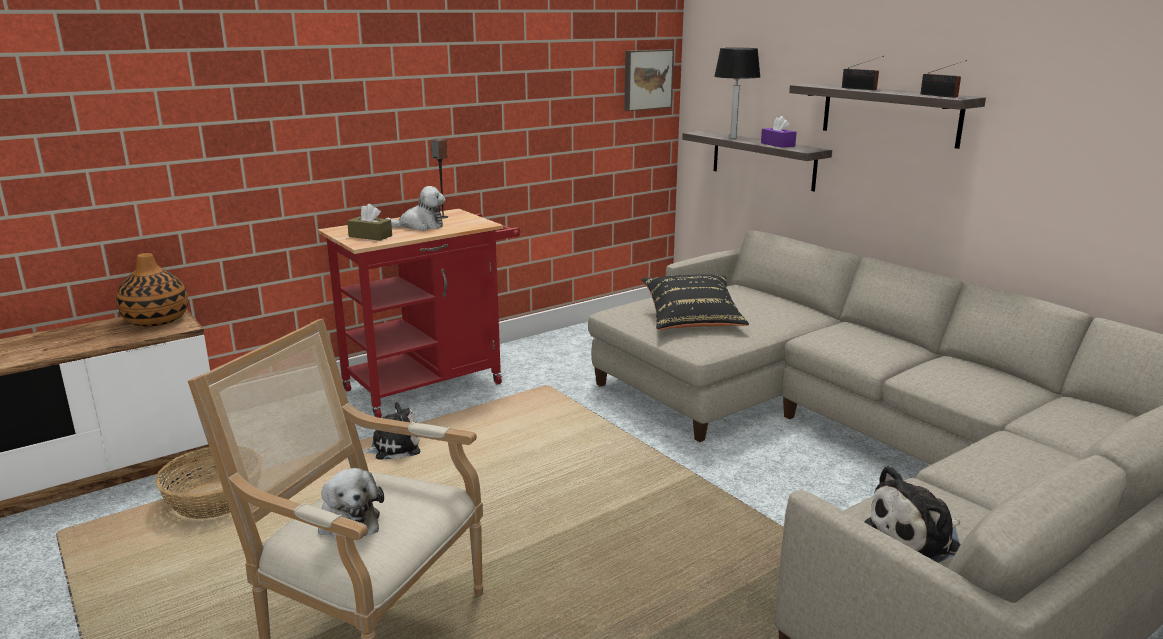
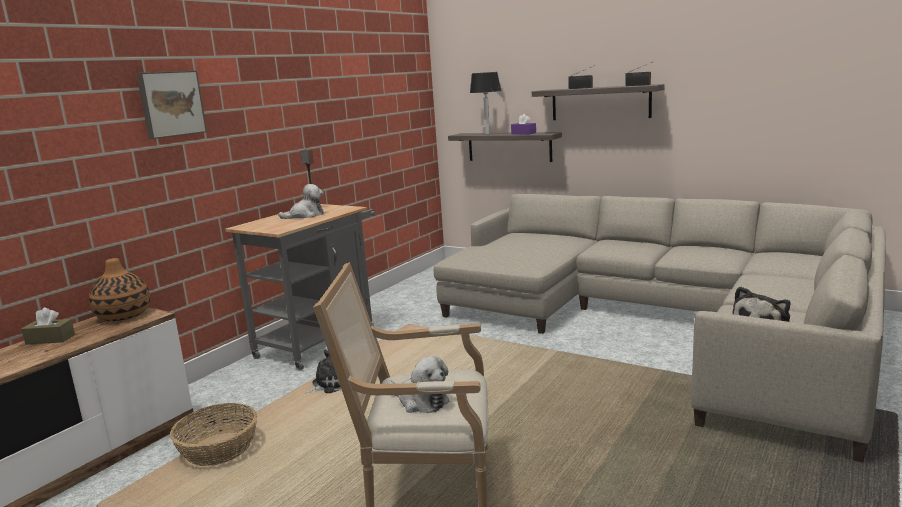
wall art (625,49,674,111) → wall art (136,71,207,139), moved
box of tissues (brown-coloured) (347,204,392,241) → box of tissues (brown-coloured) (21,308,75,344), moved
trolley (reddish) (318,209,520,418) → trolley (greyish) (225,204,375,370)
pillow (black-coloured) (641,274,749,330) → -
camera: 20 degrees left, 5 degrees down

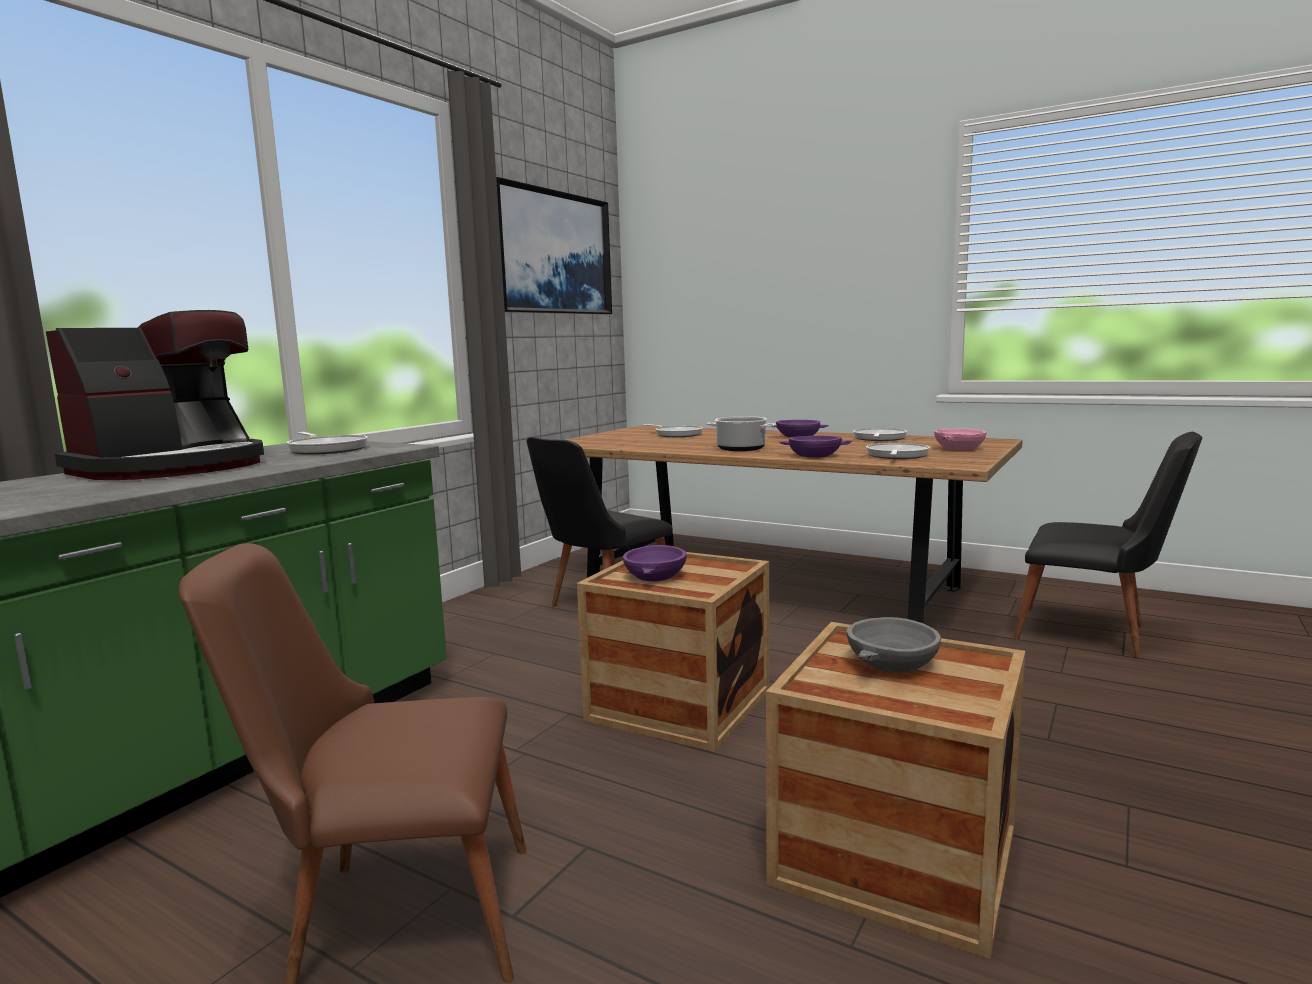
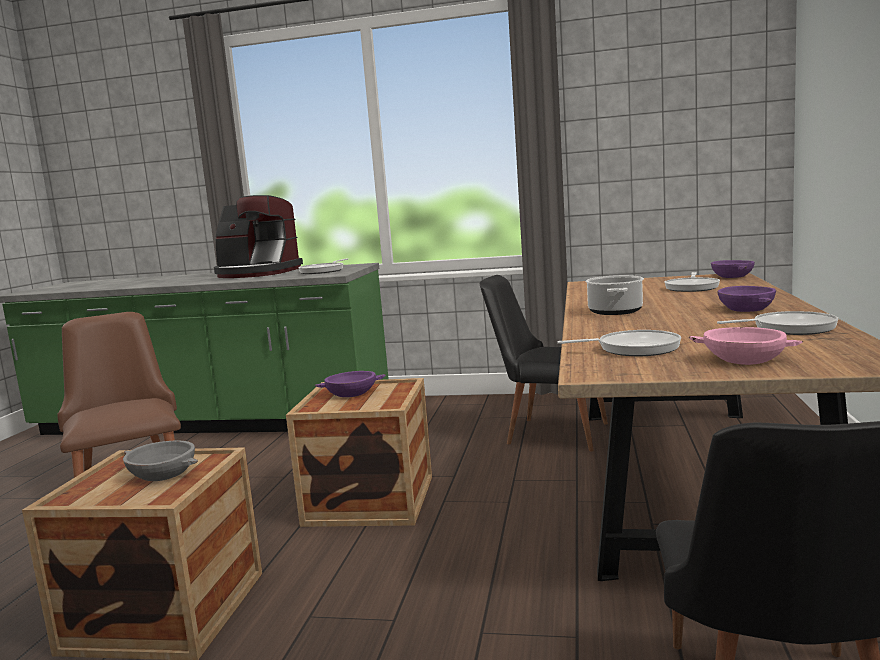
wall art (496,177,612,315) → -
bowl (purple) (779,436,852,458) → bowl (purple) (711,260,755,278), moved
camera: 70 degrees right, 0 degrees up

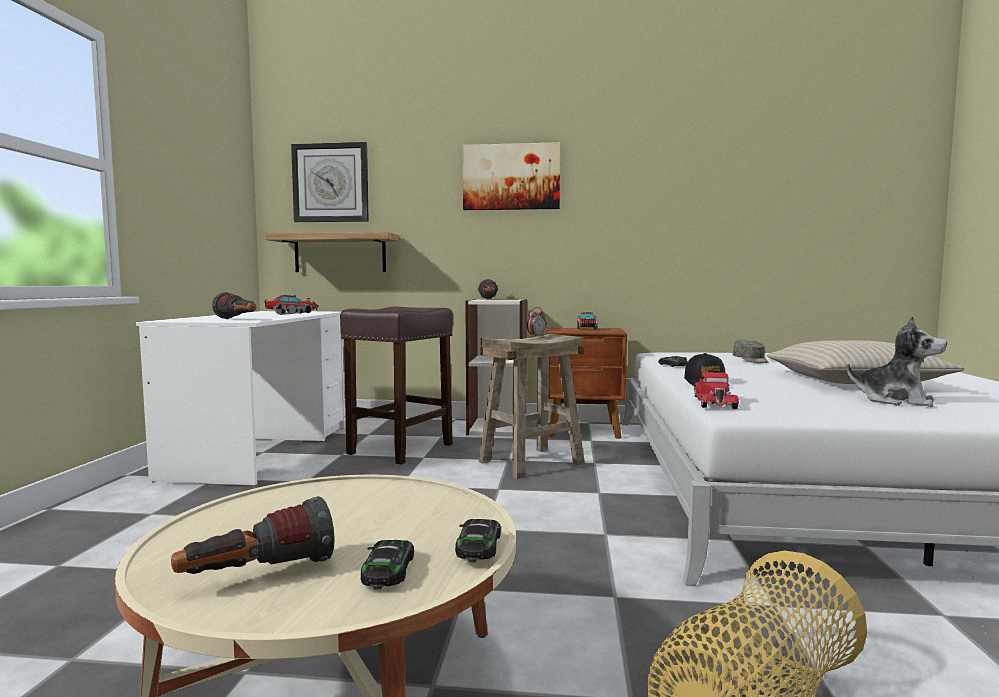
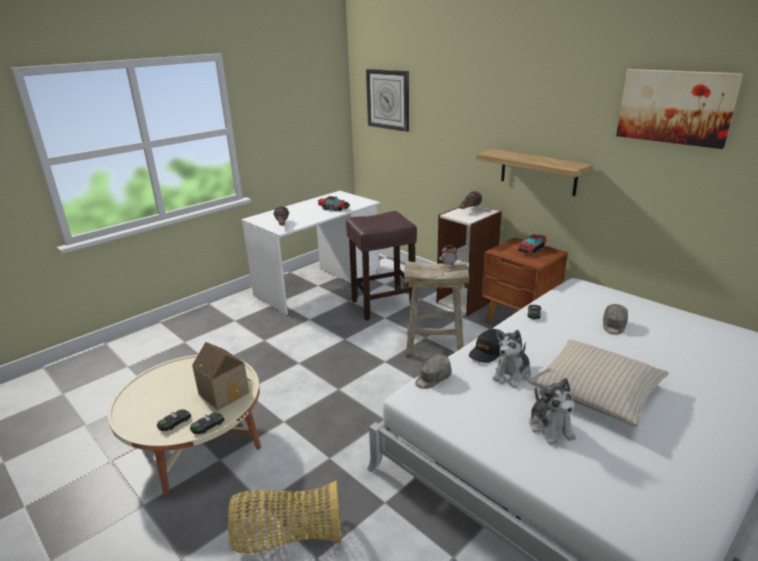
wall art (463,142,560,210) → wall art (616,69,743,149), moved
wall shelf (265,232,399,272) → wall shelf (476,149,592,196), moved
toy car (reddish) (694,372,739,409) → peaked cap (greyish) (415,354,451,389)
hand torch (171,496,335,574) → -
- → cuddly toy (493,330,531,388)
- → model house (192,342,251,410)
camera: 40 degrees right, 20 degrees up

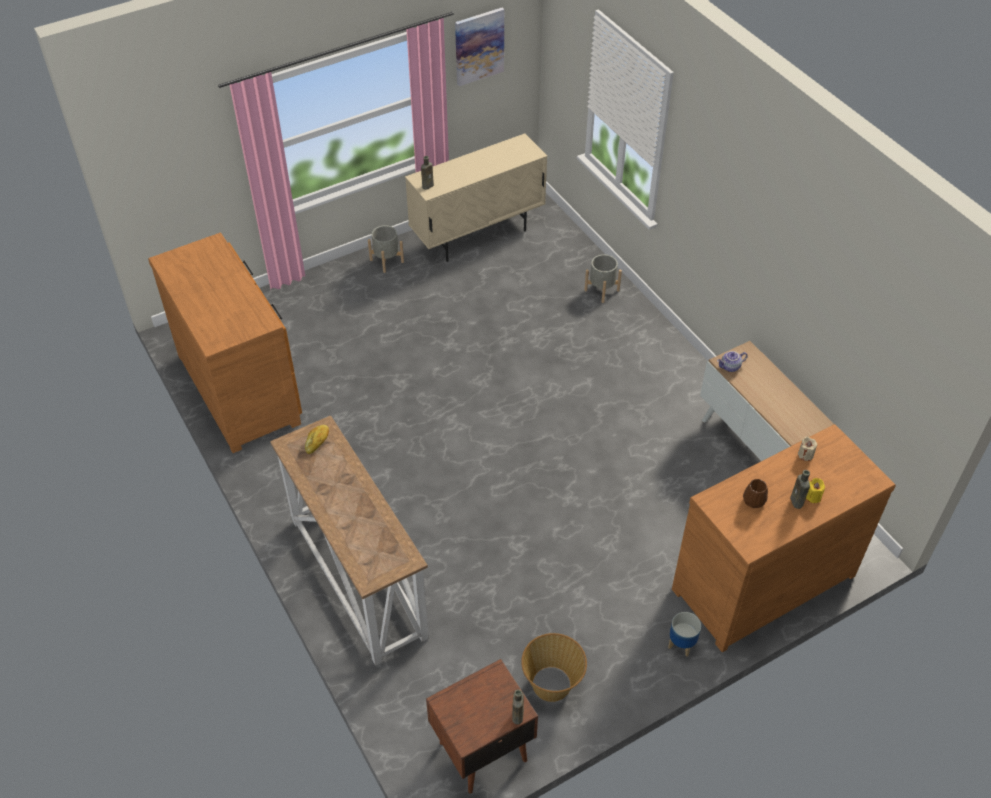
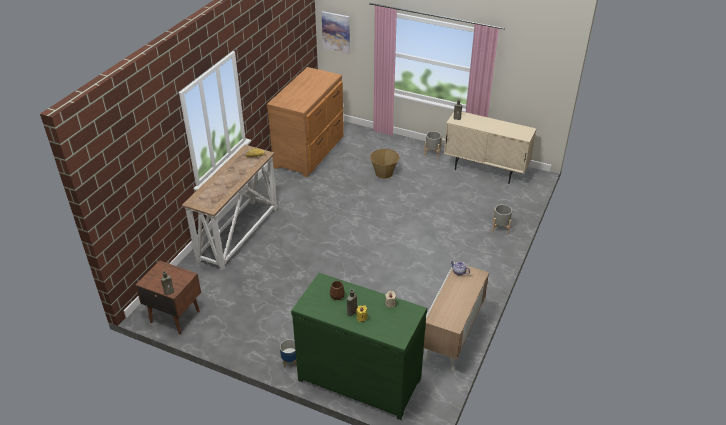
wall art (455,8,504,86) → wall art (322,11,350,54), moved
chest of drawers (brown-coloured) (672,424,896,652) → chest of drawers (green-coloured) (291,273,427,420)
storage basket (521,633,587,702) → storage basket (370,149,399,179), moved
camera: 55 degrees right, 10 degrees down

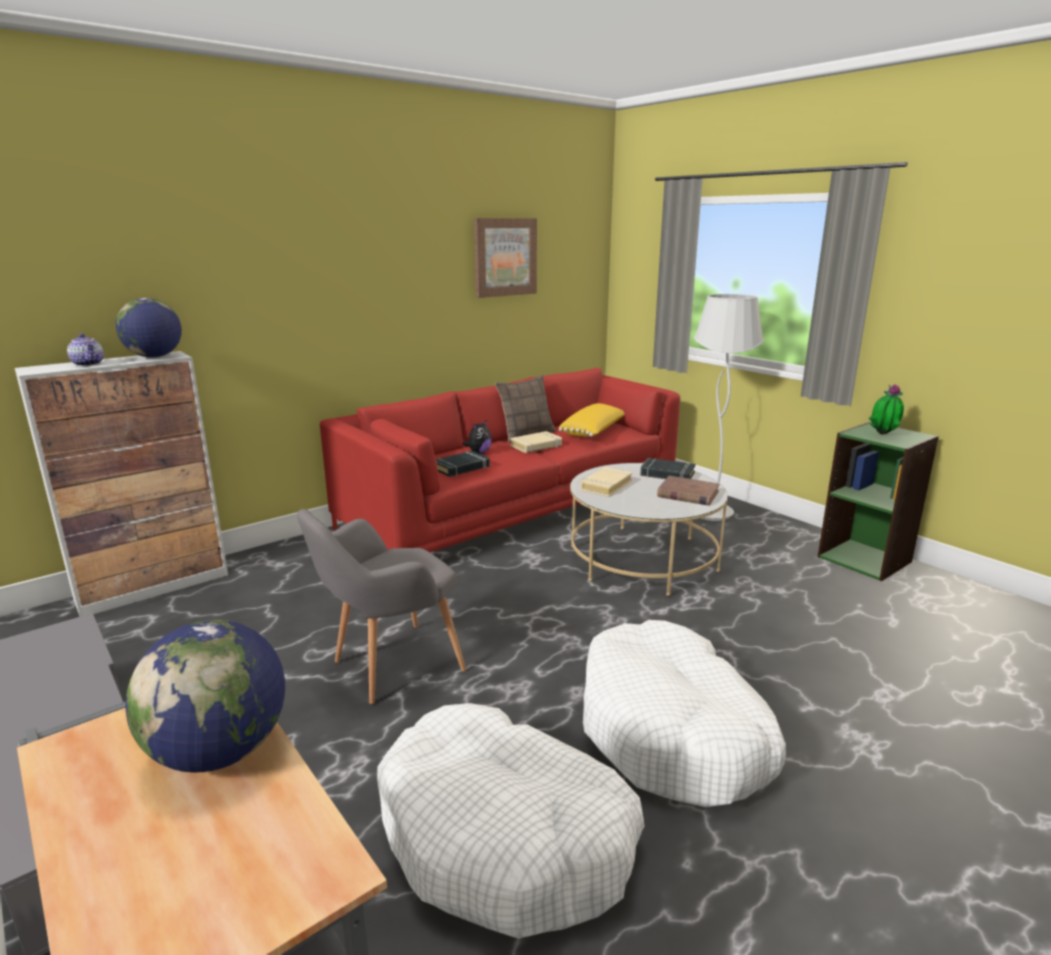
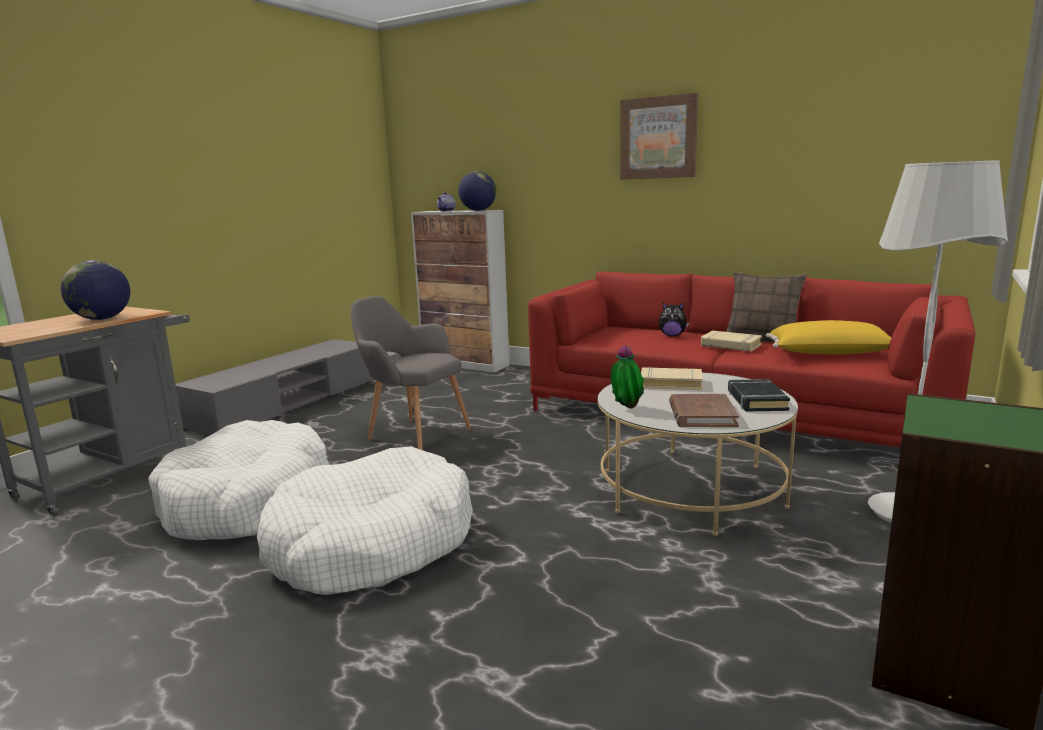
wall art (474,218,537,298) → wall art (620,93,698,180), moved
plant in a pot (869,384,904,435) → plant in a pot (611,345,644,409), moved
bound book (black-coloured) (436,451,490,477) → -
camera: 70 degrees right, 5 degrees down

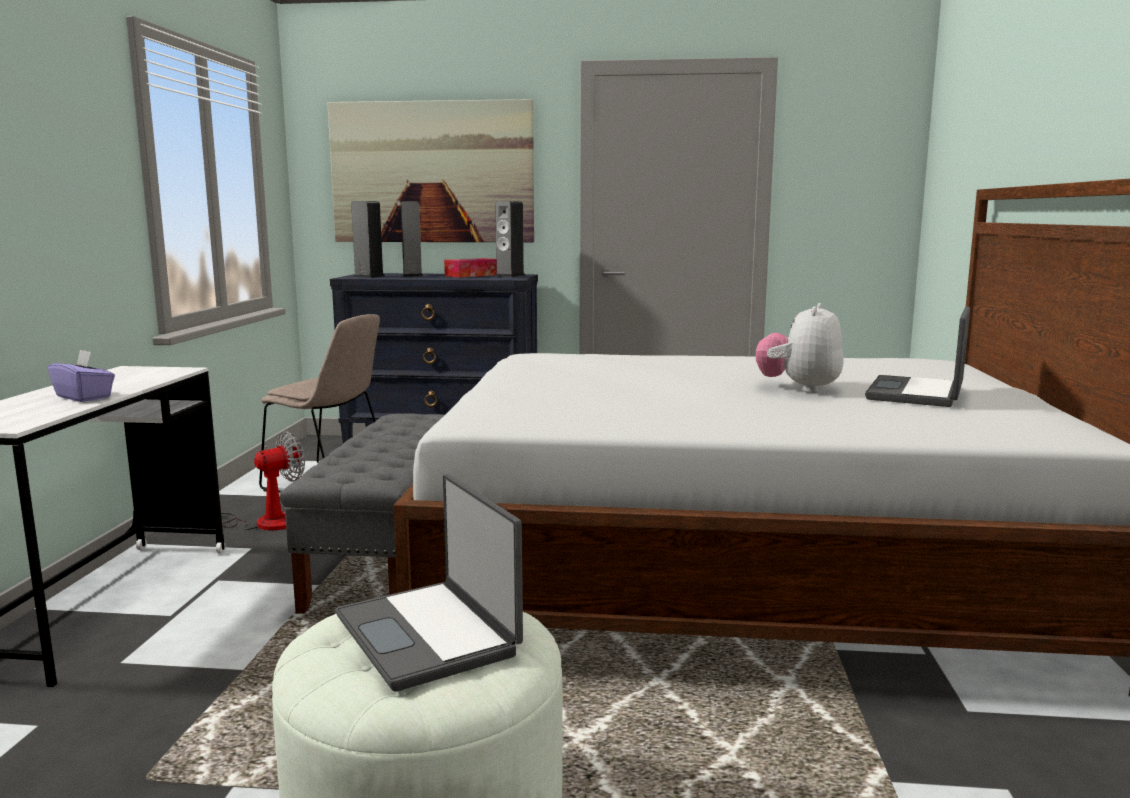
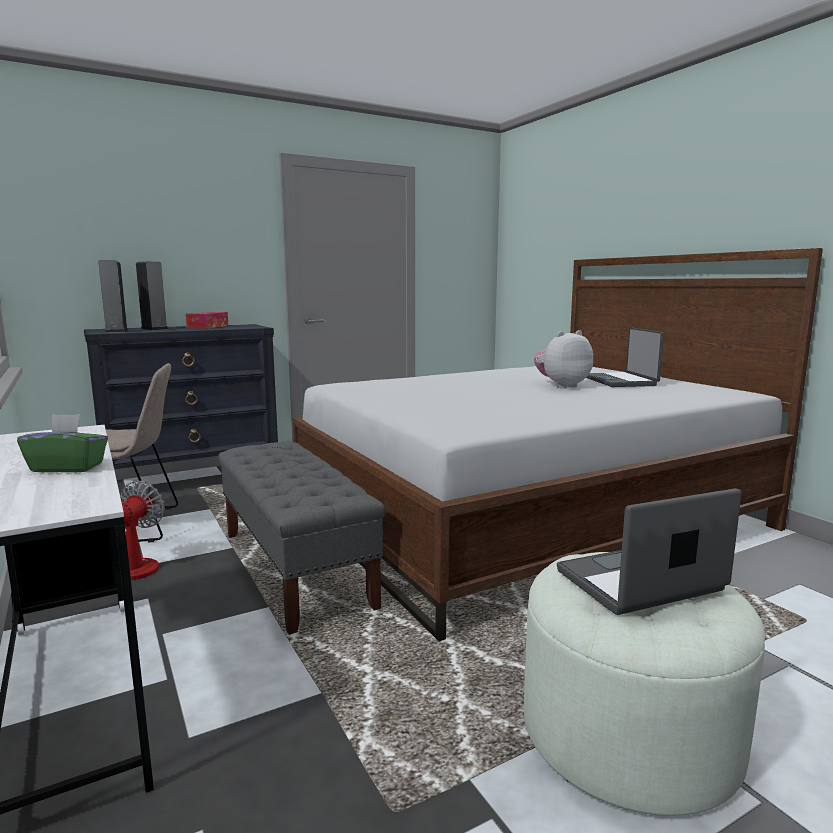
wall art (327,99,534,243) → -
speaker (495,201,526,277) → -
cuddly toy (756,303,844,393) → cuddly toy (534,330,593,388), 75 degrees clockwise
box of tissues (purple) (48,349,115,402) → box of tissues (green-coloured) (17,414,108,472)
laptop (336,474,523,692) → laptop (557,488,742,615), 135 degrees clockwise
camera: 35 degrees left, 0 degrees up

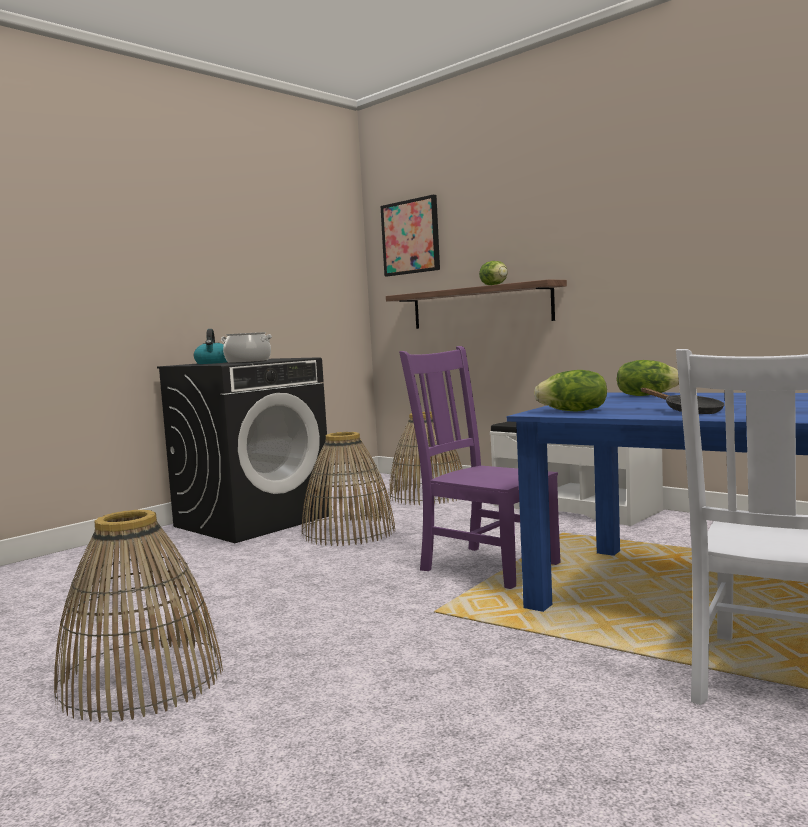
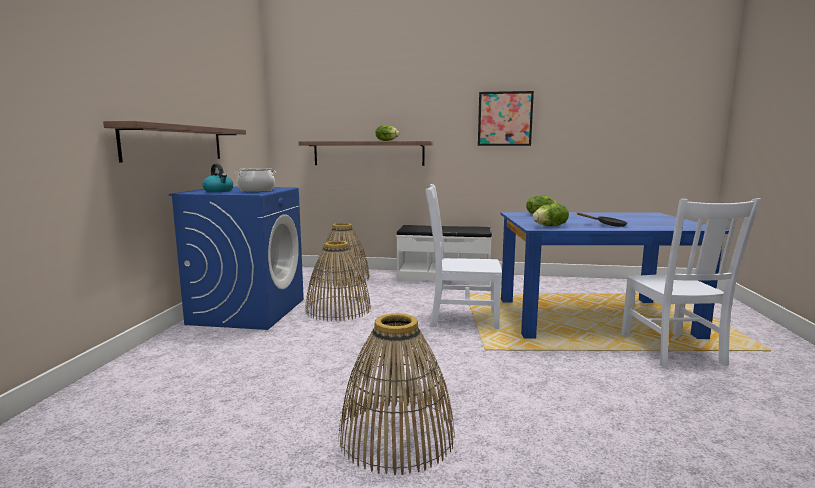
wall art (380,195,440,276) → wall art (478,91,534,146), moved
upright chair (purple) (399,346,561,589) → upright chair (white-coloured) (425,184,502,329)
laundry appliance (black-coloured) (157,357,329,543) → laundry appliance (blue-coloured) (169,187,304,330)
- → wall shelf (103,121,246,162)
camera: 35 degrees left, 5 degrees up

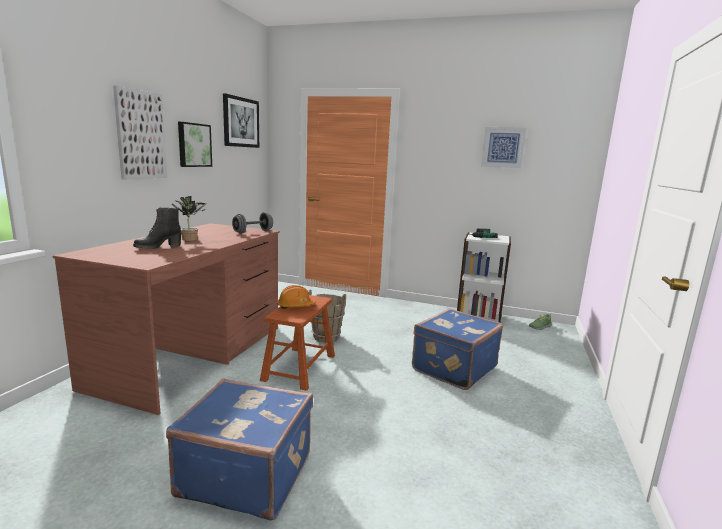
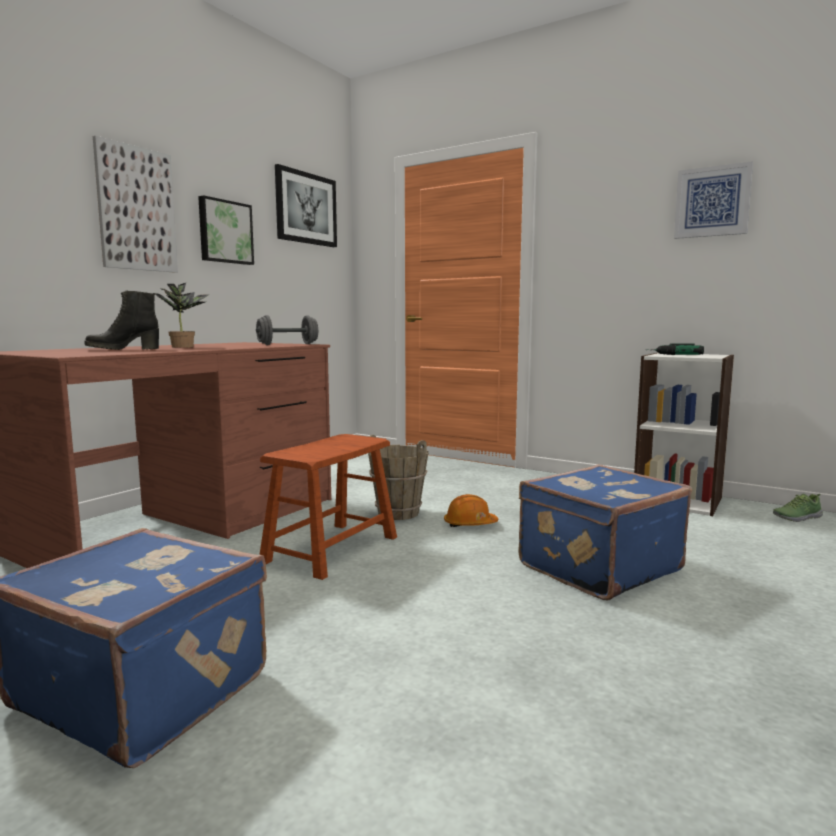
work helmet (orange-coloured) (277,285,316,309) → work helmet (orange-coloured) (444,494,498,527), moved
camera: 15 degrees right, 5 degrees down

